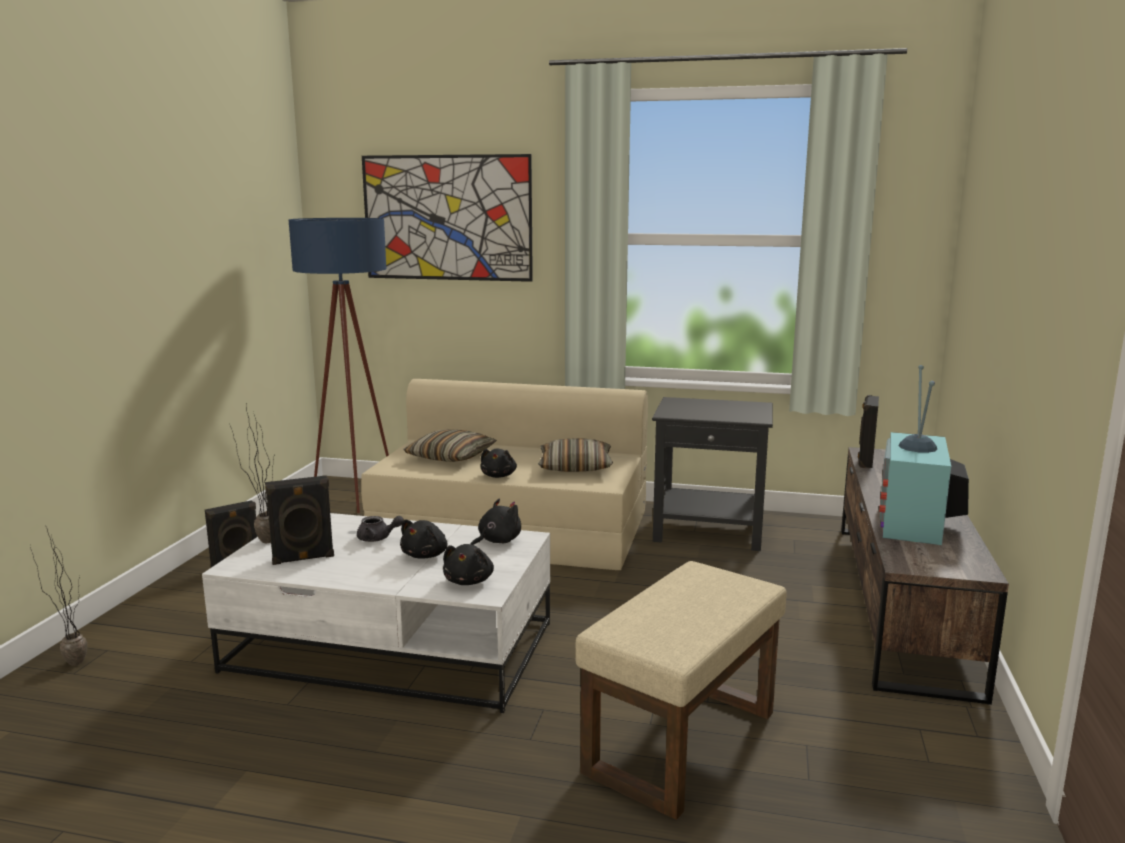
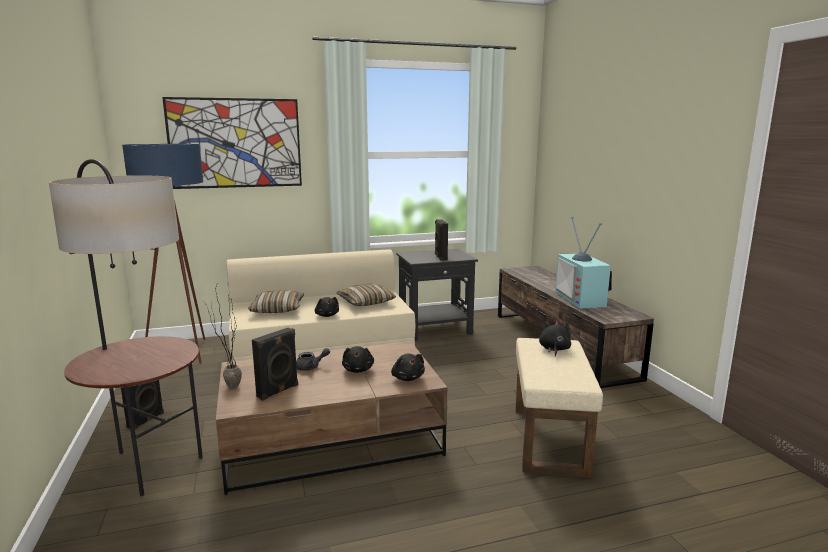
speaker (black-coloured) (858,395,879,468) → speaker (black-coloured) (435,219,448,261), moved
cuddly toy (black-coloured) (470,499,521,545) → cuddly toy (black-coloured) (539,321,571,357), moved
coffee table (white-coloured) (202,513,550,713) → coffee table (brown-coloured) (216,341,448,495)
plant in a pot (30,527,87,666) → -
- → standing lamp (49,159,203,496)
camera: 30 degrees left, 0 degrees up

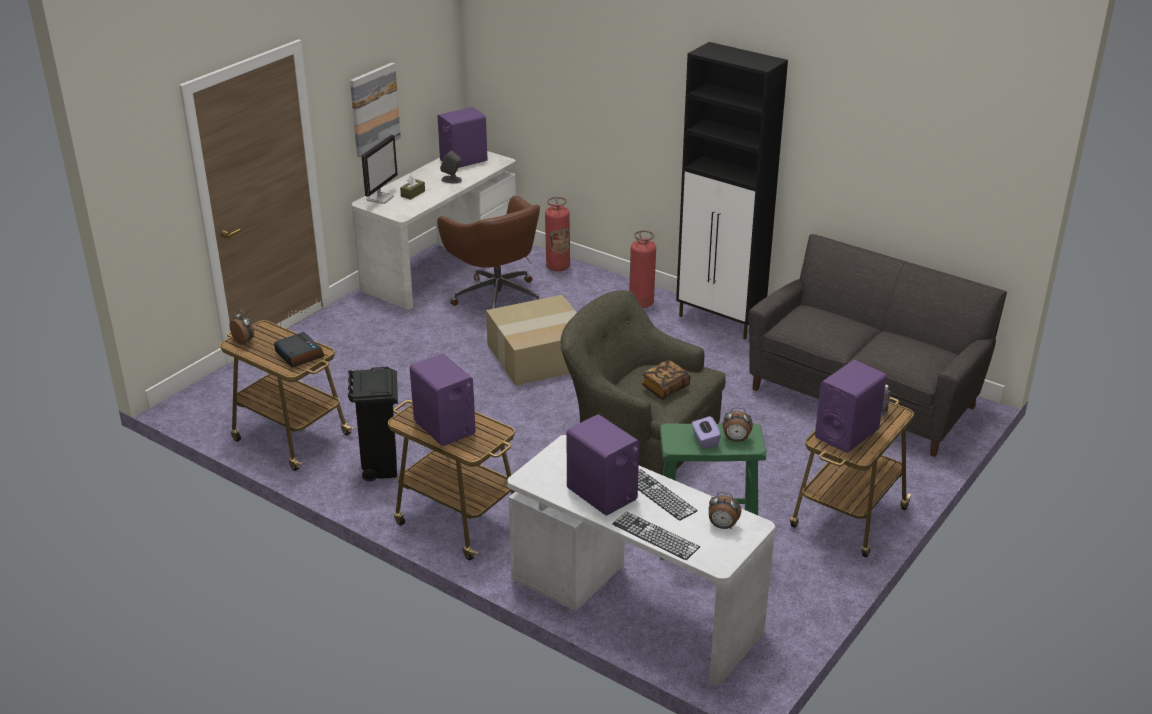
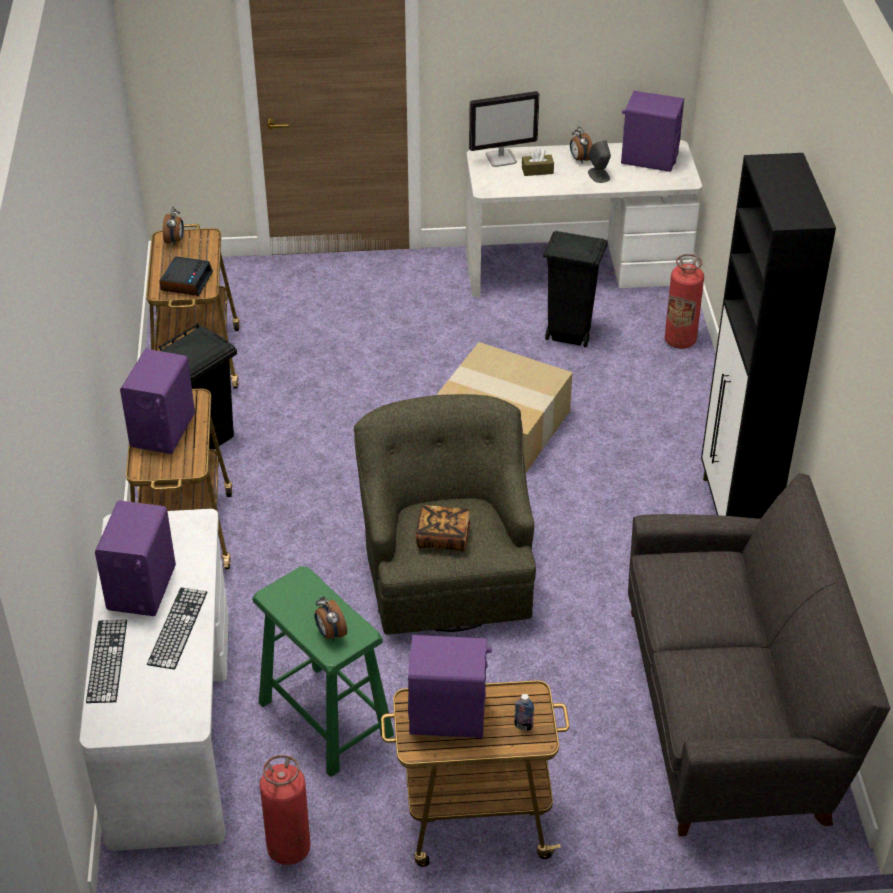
wall art (350,63,401,158) → -
desk chair (brown-coloured) (437,196,540,309) → waste bin (black-coloured) (543,231,608,348)
extinguisher (629,230,656,308) → extinguisher (260,755,310,865), moved
box of tissues (purple) (692,416,721,449) → -
bedside clock (709,492,741,529) → bedside clock (570,126,592,164), moved
camera: 50 degrees right, 10 degrees up

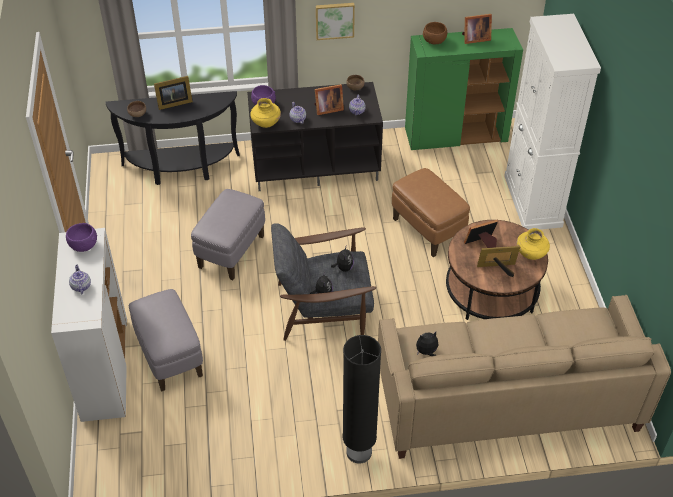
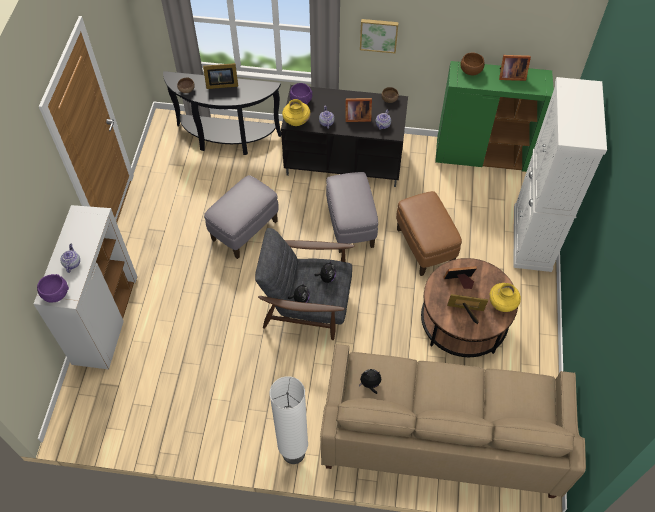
bowl (purple) (66,223,97,252) → bowl (purple) (37,274,69,303), moved
footrest (greyish) (129,289,203,392) → footrest (greyish) (326,172,378,253), moved
standing lamp (black-coloured) (343,335,381,463) → standing lamp (white-coloured) (269,376,308,464)
camera: 15 degrees right, 10 degrees up

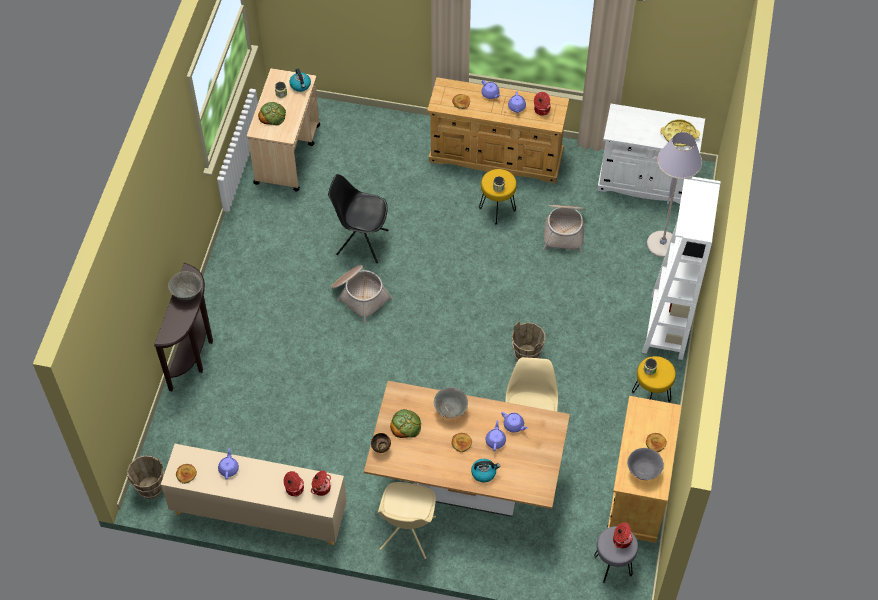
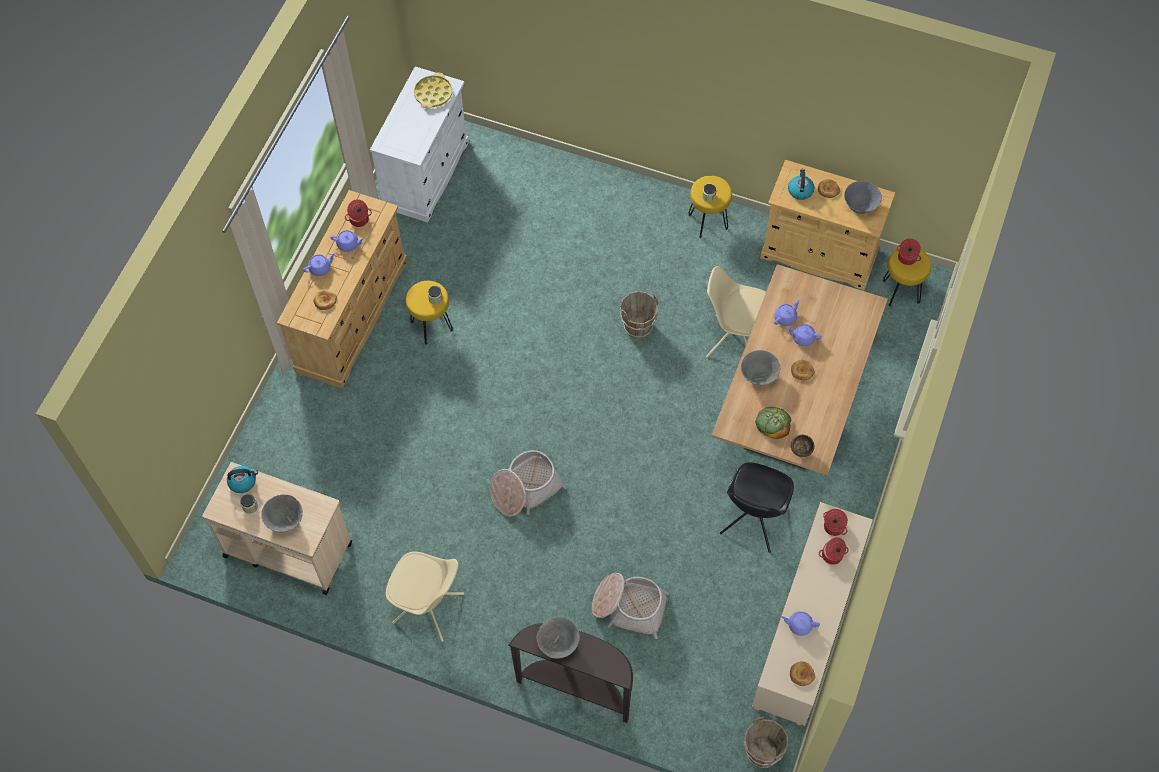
bread (258,102,286,126) → bowl (greyish) (261,494,303,532)
standing lamp (greyish) (647,132,702,257) → -
upright chair (black-coloured) (328,174,388,263) → upright chair (black-coloured) (720,462,794,553), moved
bookcase (white-coloured) (642,177,721,360) → -
storage basket (543,205,585,253) → storage basket (592,573,669,639), moved
water kettle (471,459,500,483) → water kettle (788,169,814,200), moved
upright chair (beige) (378,482,436,559) → upright chair (beige) (386,552,464,642), moved
stool seat (greyish) (594,526,638,583) → stool seat (yellow-coloured) (883,248,931,306)
camera: 80 degrees left, 5 degrees up

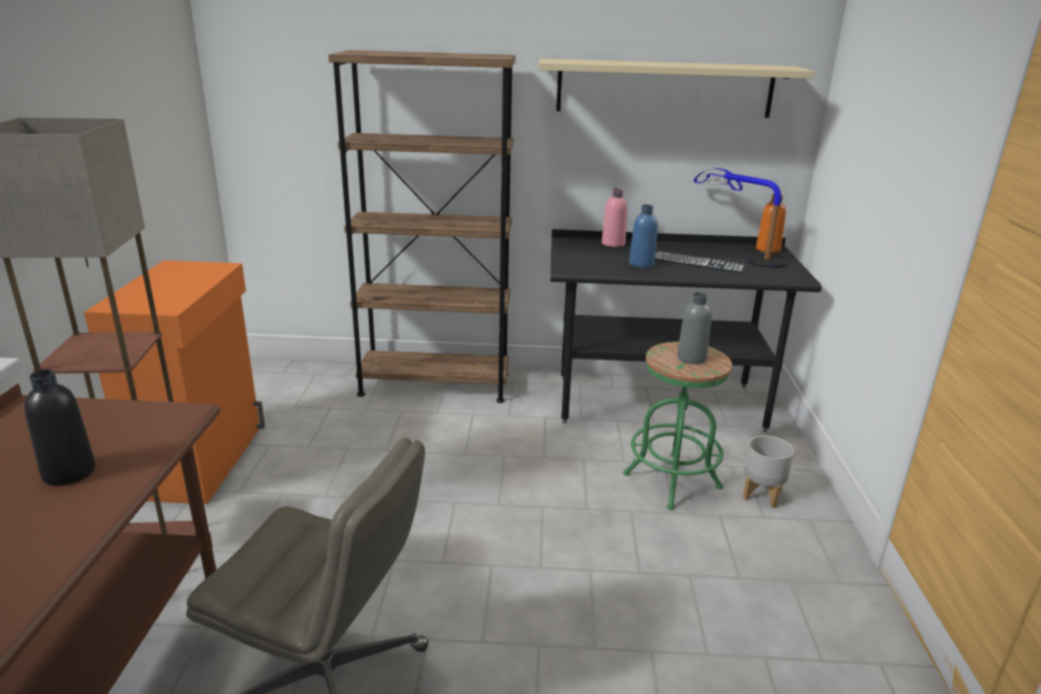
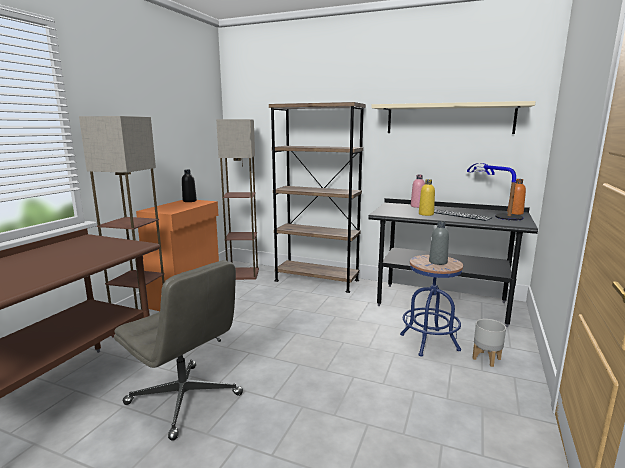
beverage bottle (blue-coloured) (629,205,658,268) → beverage bottle (yellow-coloured) (419,179,435,216)
stool seat (green-coloured) (623,342,732,510) → stool seat (blue-coloured) (400,255,463,357)
beverage bottle (black-coloured) (24,369,96,486) → beverage bottle (black-coloured) (182,170,197,202), moved
- → standing lamp (216,119,259,280)
camera: 20 degrees right, 10 degrees down

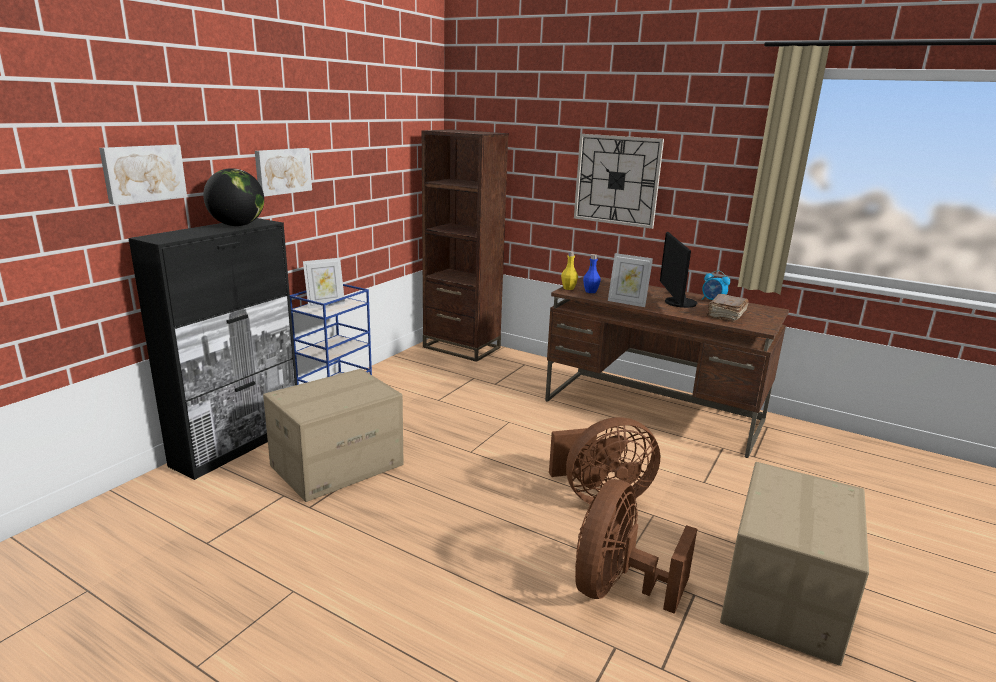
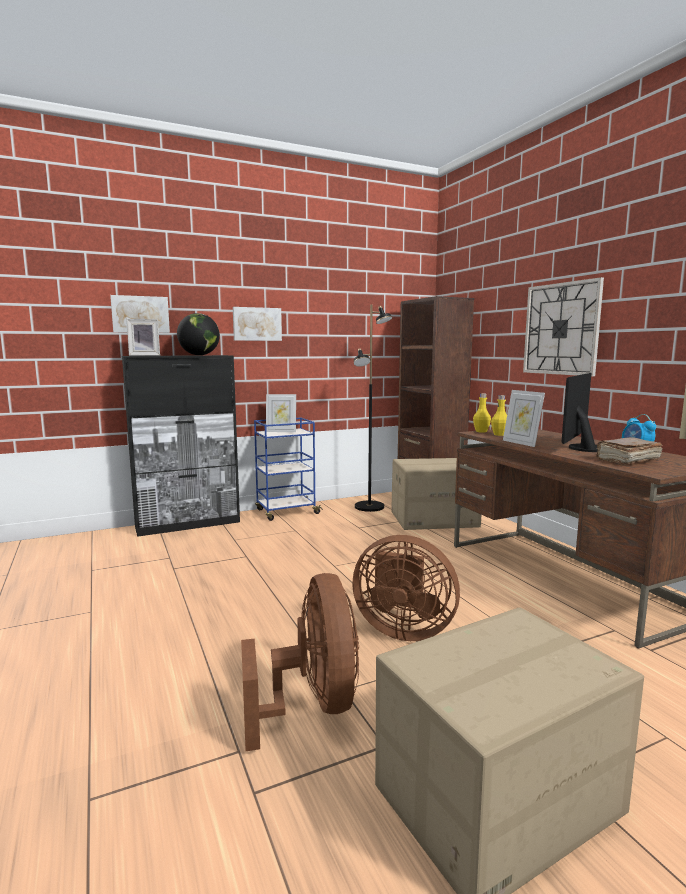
beverage bottle (blue-coloured) (583,254,601,293) → beverage bottle (yellow-coloured) (491,395,507,436)
cardboard box (263,369,403,502) → cardboard box (391,458,481,530), moved
electric fan (brown-coloured) (575,479,697,614) → electric fan (brown-coloured) (241,573,359,751), 105 degrees clockwise
- → standing lamp (black-coloured) (354,305,392,512)
- → picture frame (127,319,160,356)
camera: 35 degrees right, 10 degrees down

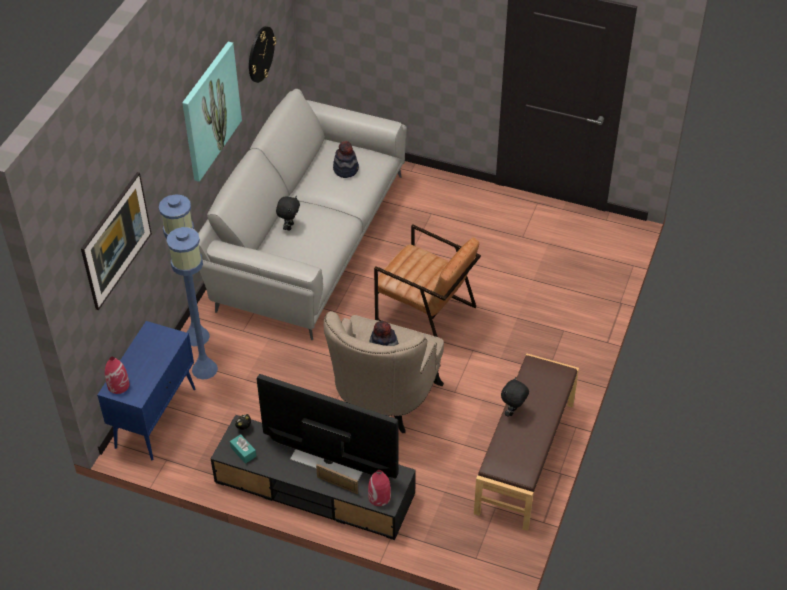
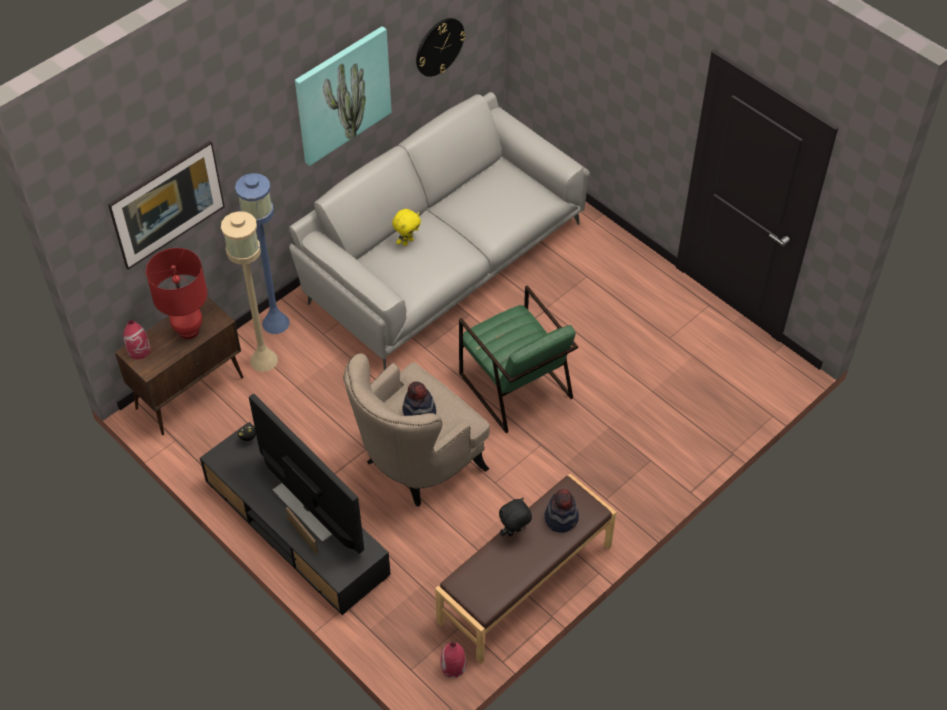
hat (333,141,359,178) → hat (545,489,579,533), moved
cuddly toy (black-coloured) (276,196,300,230) → cuddly toy (yellow-coloured) (392,209,421,246)
easy chair (brown-coloured) (374,224,481,337) → easy chair (green-coloured) (459,285,578,433)
standing lamp (blue-coloured) (167,227,218,379) → standing lamp (beige) (221,211,278,372)
storage cabinet (blue-coloured) (97,321,196,460) → storage cabinet (brown-coloured) (115,297,243,435)
box of tissues (turquoise) (230,434,256,464) → -
vase (reddish) (368,470,391,506) → vase (reddish) (441,642,466,678), moved
- → table lamp (reddish) (146,248,207,339)
camera: 25 degrees right, 5 degrees up

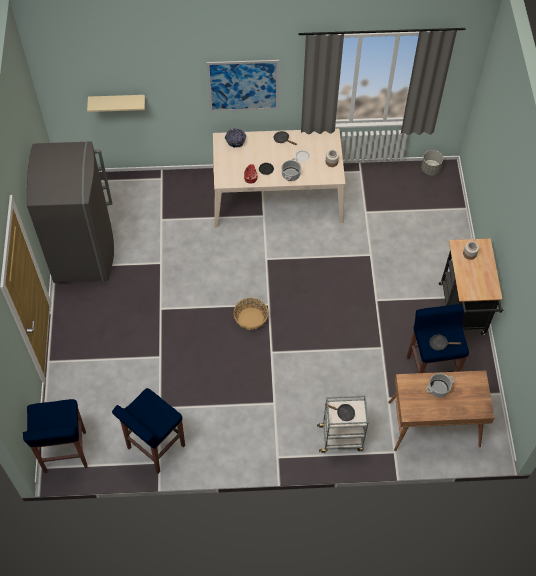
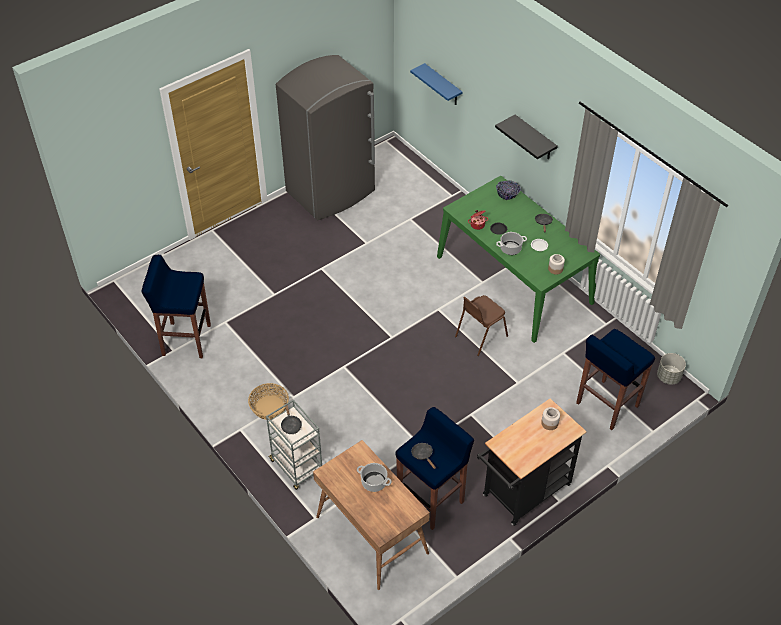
wall art (207,60,279,112) → wall shelf (black-coloured) (495,115,558,159)
wall shelf (beige) (87,95,145,112) → wall shelf (blue-coloured) (410,63,462,105)
dinner table (beige) (213,129,345,228) → dinner table (green-coloured) (437,176,600,343)
storage basket (233,298,268,330) → storage basket (248,383,289,420), moved
stool seat (blue-coloured) (23,399,88,473) → stool seat (blue-coloured) (576,329,655,430), moved
- → upright chair (brown-coloured) (455,295,508,356)
camera: 55 degrees right, 10 degrees down

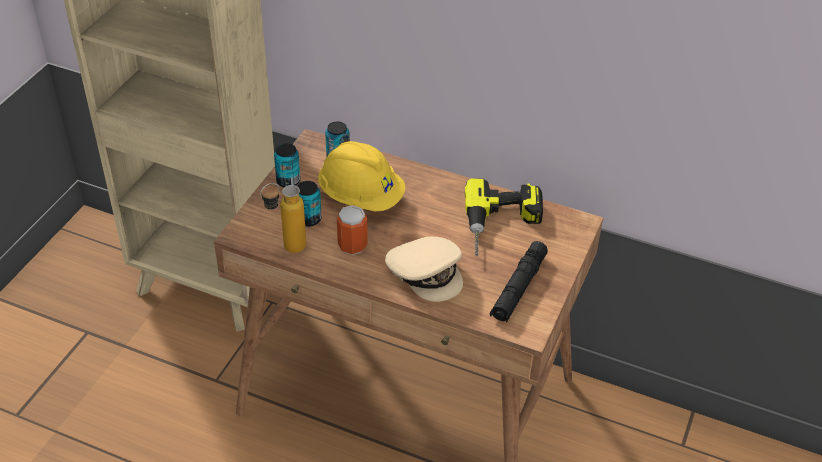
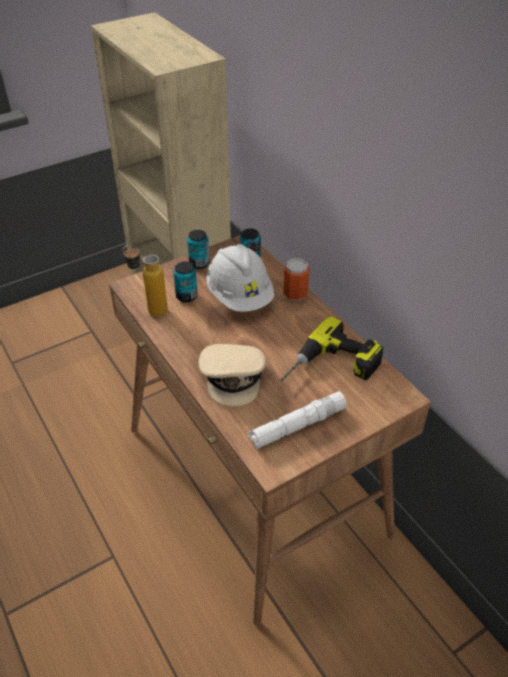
work helmet (yellow-coloured) (318,141,406,211) → work helmet (white-coloured) (206,244,274,312)
metal can (337,205,368,255) → metal can (283,258,310,301), moved
hand torch (black-coloured) (490,241,548,323) → hand torch (white-coloured) (247,391,347,449)
camera: 35 degrees right, 0 degrees up

